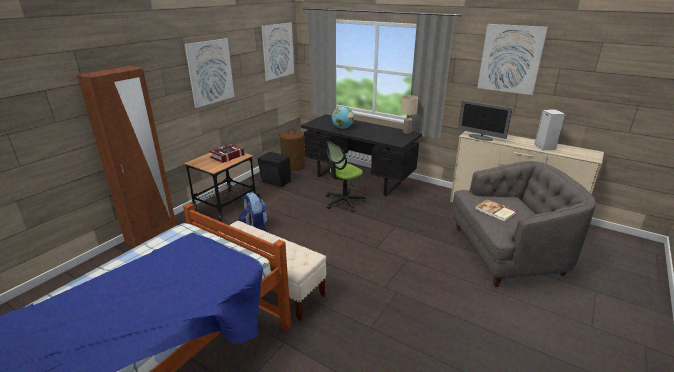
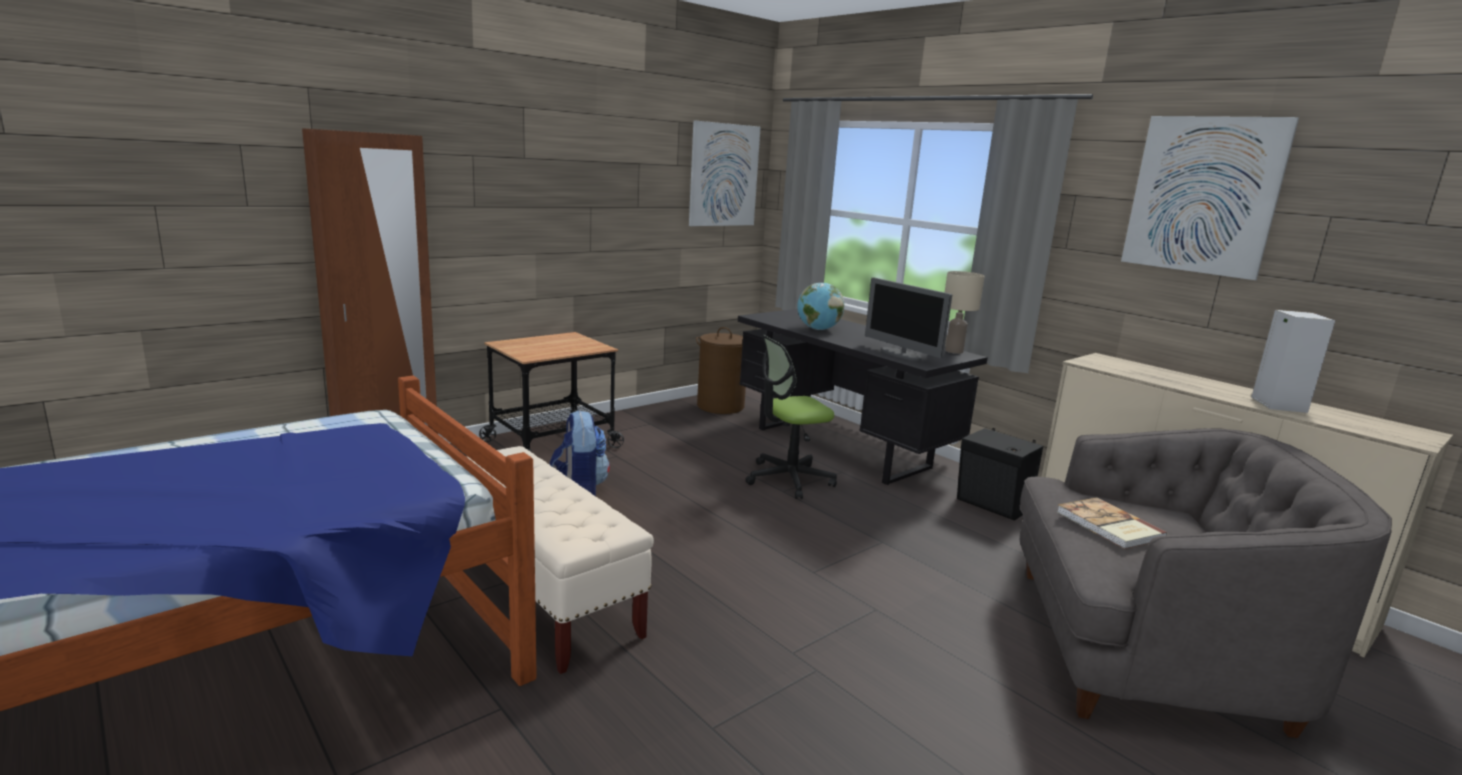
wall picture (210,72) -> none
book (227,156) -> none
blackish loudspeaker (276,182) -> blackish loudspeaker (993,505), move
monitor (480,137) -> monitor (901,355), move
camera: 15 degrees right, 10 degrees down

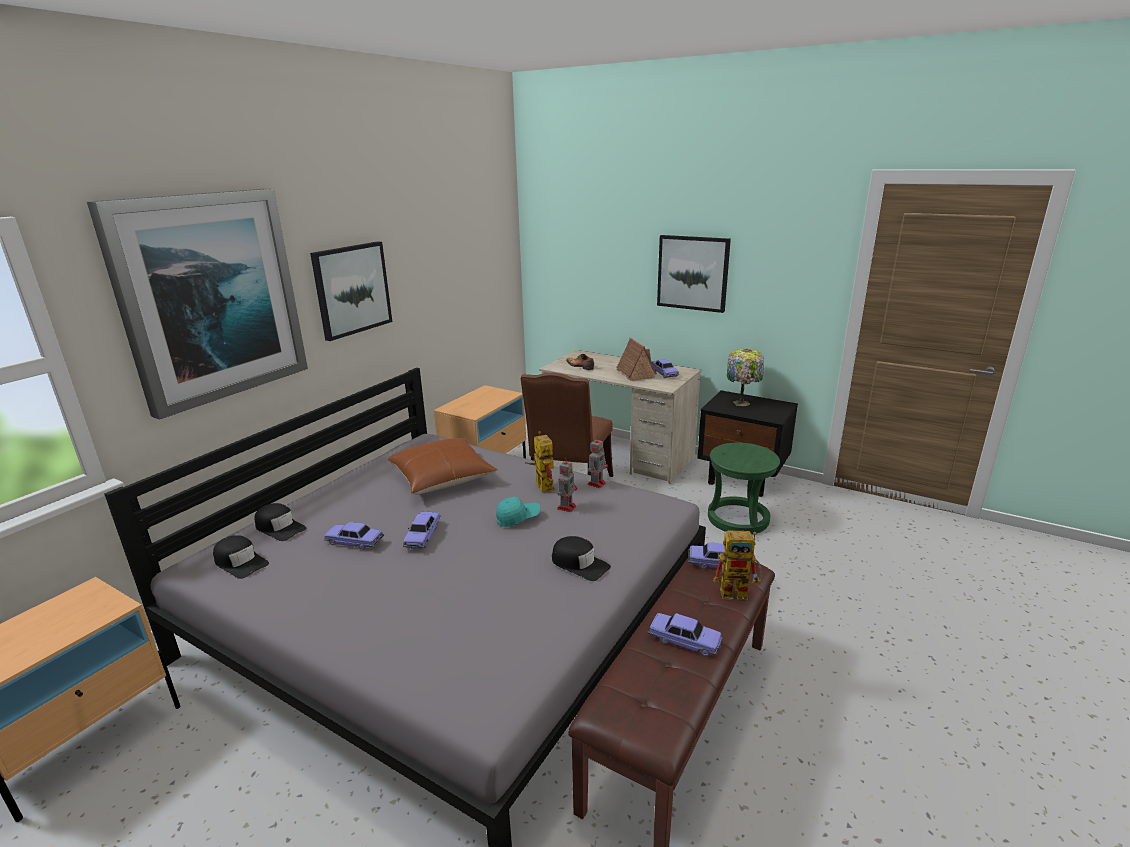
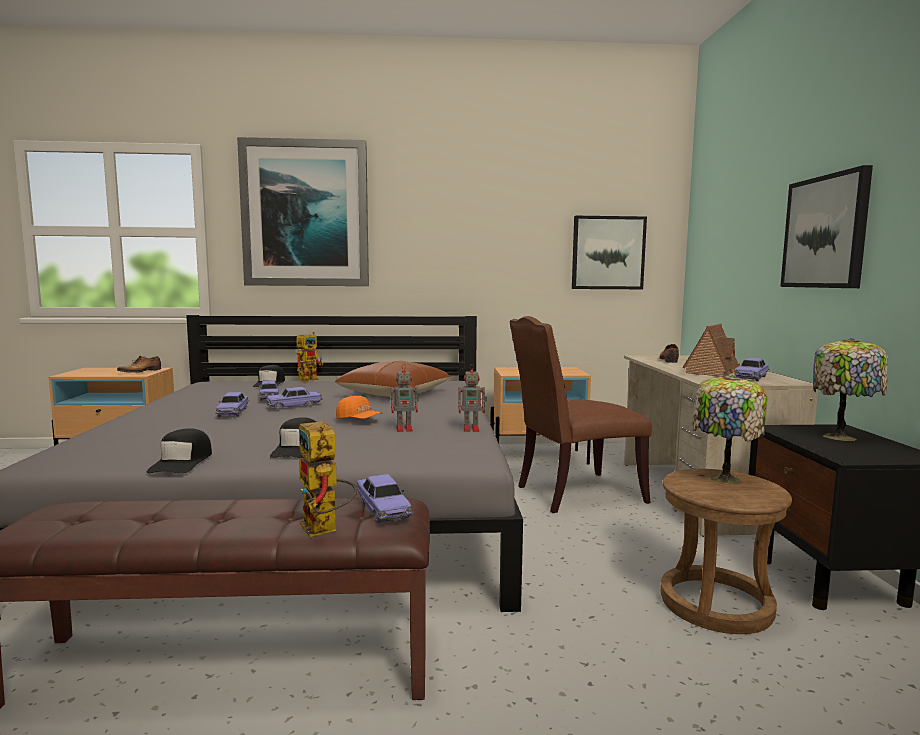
blackish cap (240,562) -> blackish cap (182,462), move
wall picture (352,289) -> wall picture (608,253), move
turquoise-coloured cap (518,518) -> orange cap (359,420)
robot figure (541,485) -> robot figure (310,379), move
toy car (684,641) -> toy car (233,412), move
green stool (738,518) -> brown-coloured stool (716,603)
none -> low shoe (141,371)
none -> lamp for a table (723,479)
camera: 55 degrees right, 15 degrees down

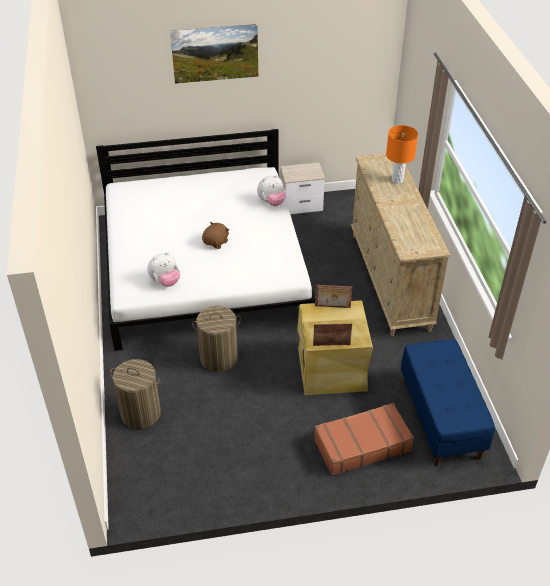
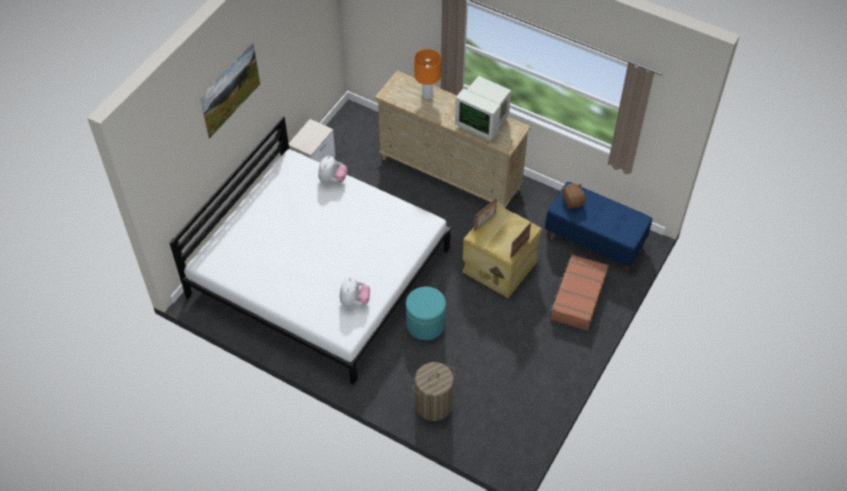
washing basket (219,358) -> turquoise-coloured pouffe (425,324)
brown-coloured soft toy (216,242) -> brown-coloured soft toy (573,201), move
none -> monitor (483,122)
camera: 50 degrees left, 10 degrees up

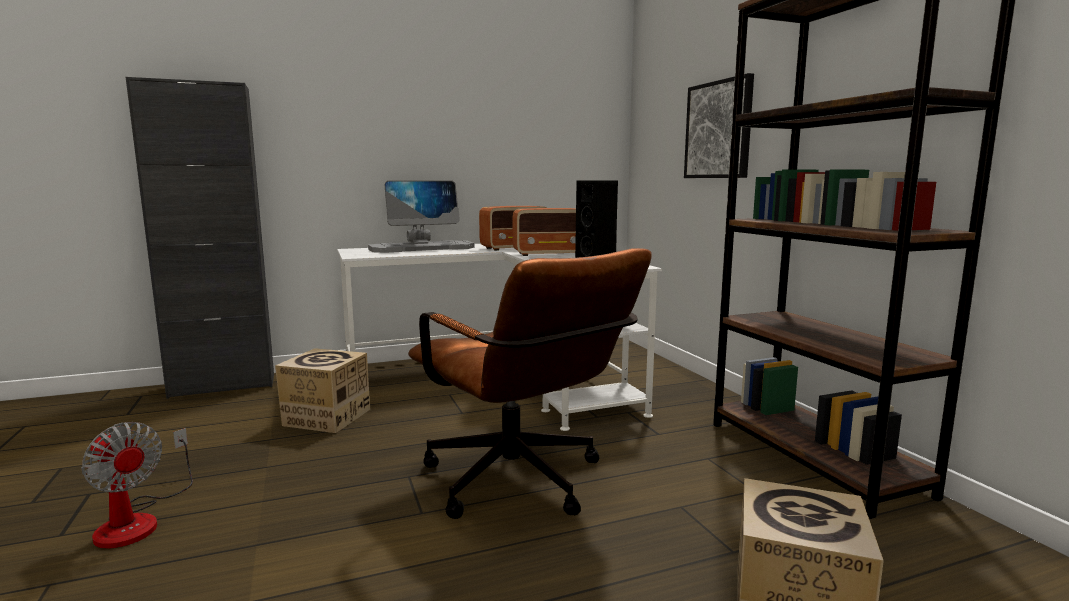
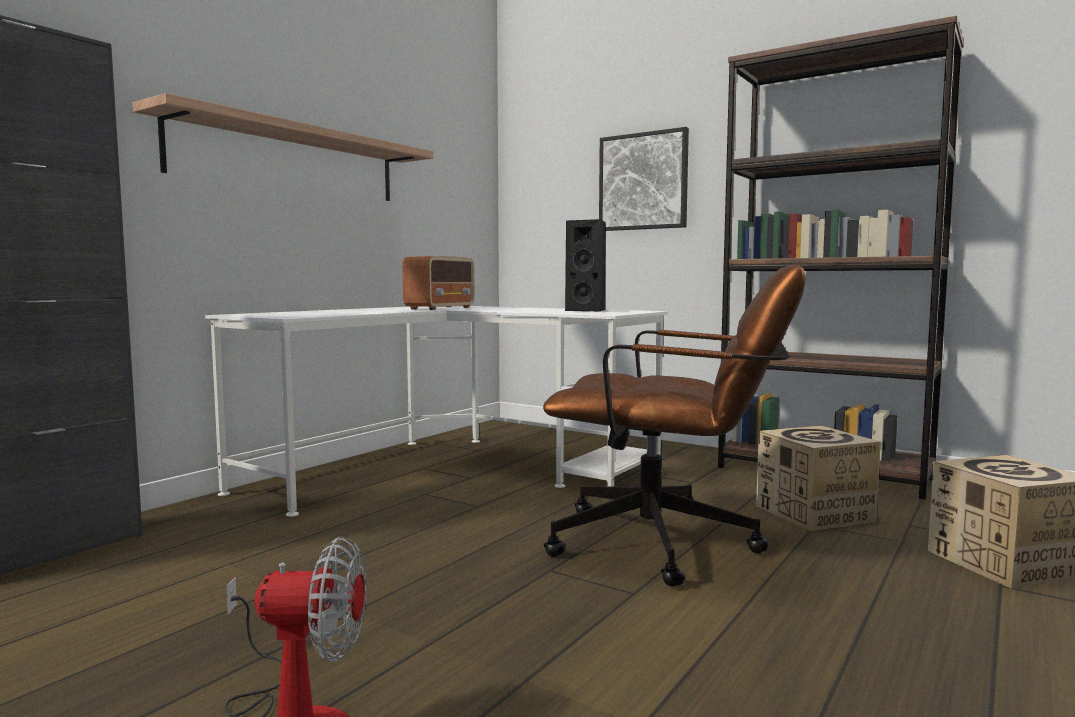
packing box (326,417) -> packing box (814,513), move
monitor (422,248) -> none
radio set (550,254) -> none
none -> shelf (291,161)
camera: 35 degrees left, 5 degrees down

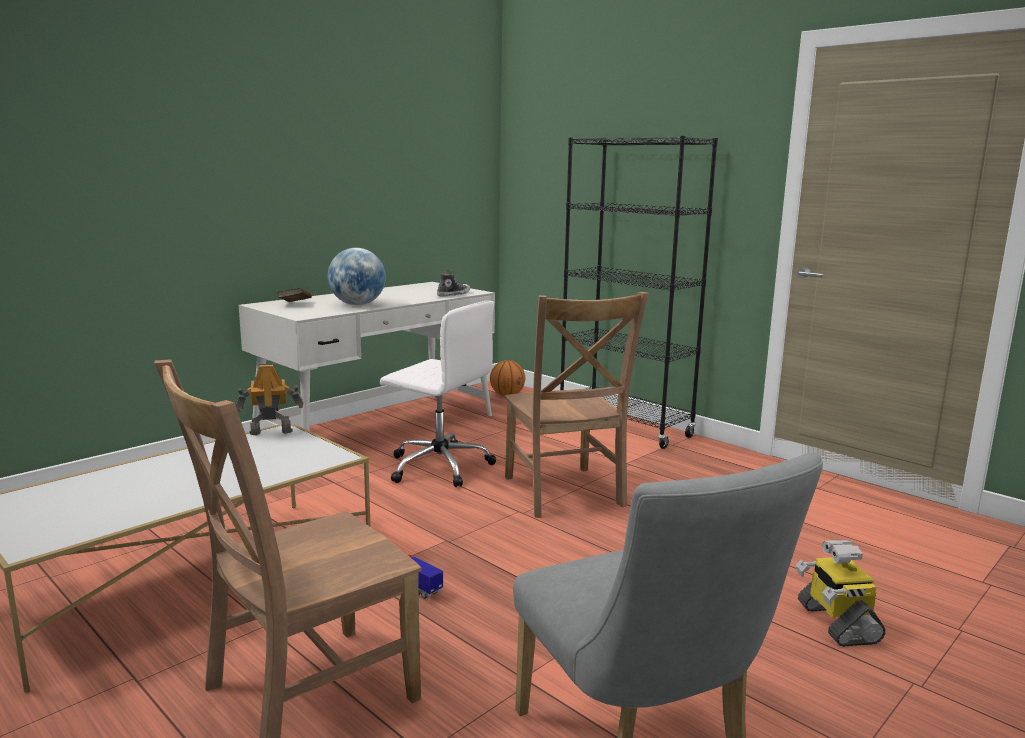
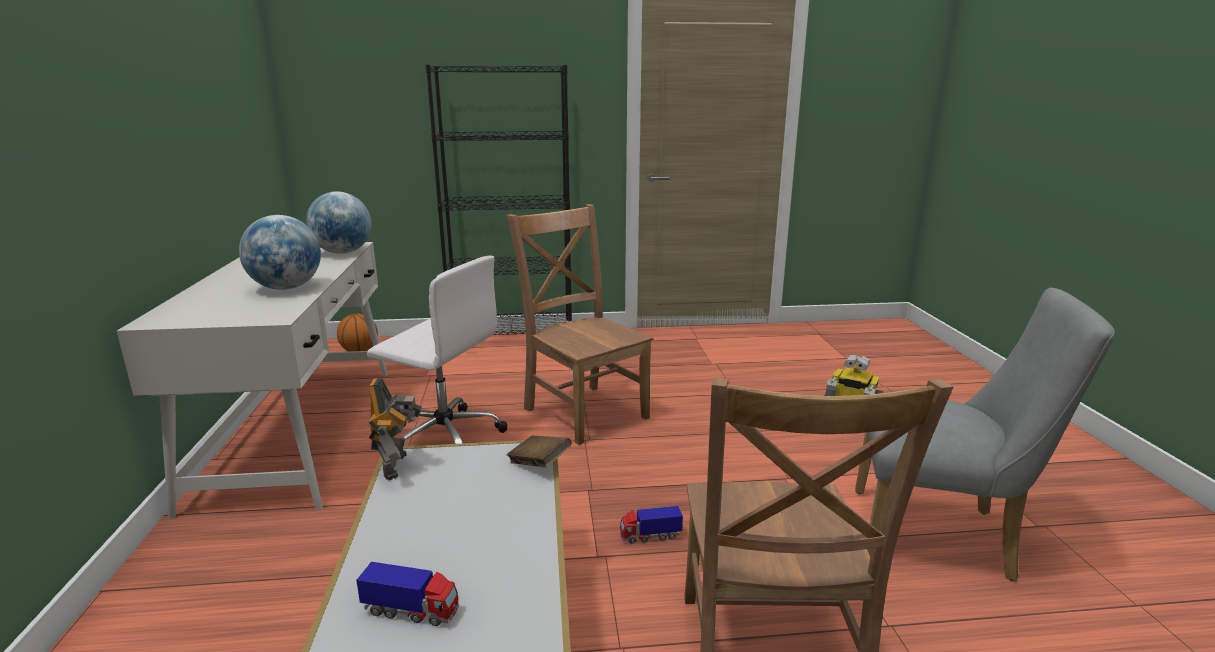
robot figure (271,432) -> robot figure (398,465), 150 degrees clockwise
brown-coloured book (295,304) -> brown-coloured book (539,464), move
whitish computer chair (438,466) -> whitish computer chair (443,438), 45 degrees clockwise
low shoe (453,294) -> world globe (343,252)
brown-coloured plain chair (564,493) -> brown-coloured plain chair (583,411), 150 degrees counterclockwise
none -> toy truck (412,611)
camera: 50 degrees left, 5 degrees up

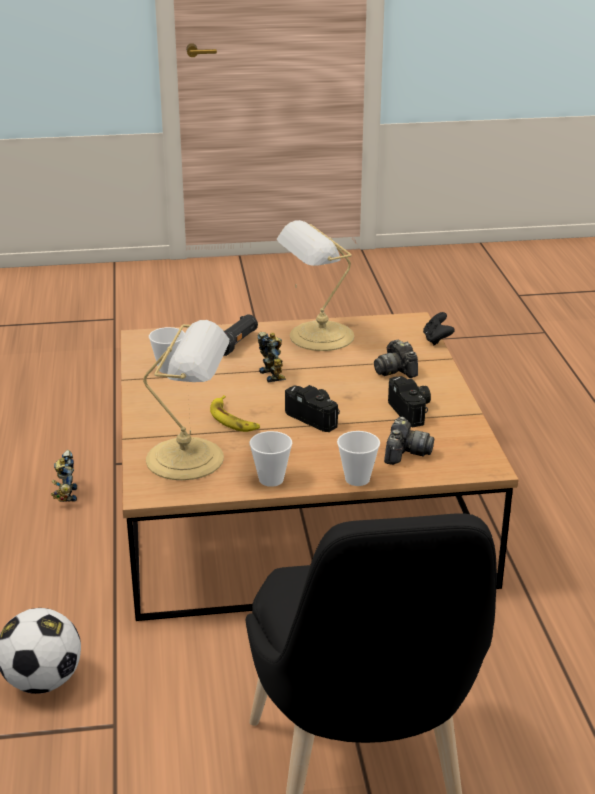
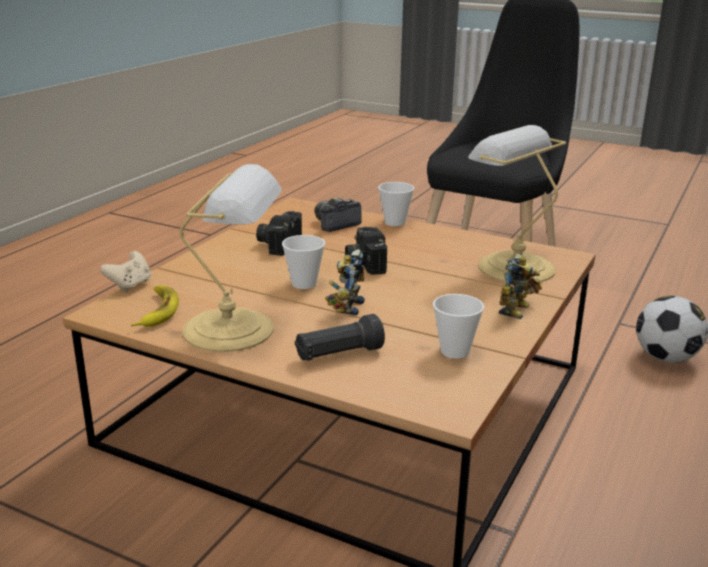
robot figure (65,495) -> robot figure (518,310), move
banana fruit (233,419) -> banana fruit (157,311), move
cup (271,479) -> cup (304,283), move
photo camera (396,370) -> none
blackish gamepad (437,340) -> sand-coloured gamepad (130,285)
camera: 145 degrees left, 5 degrees down

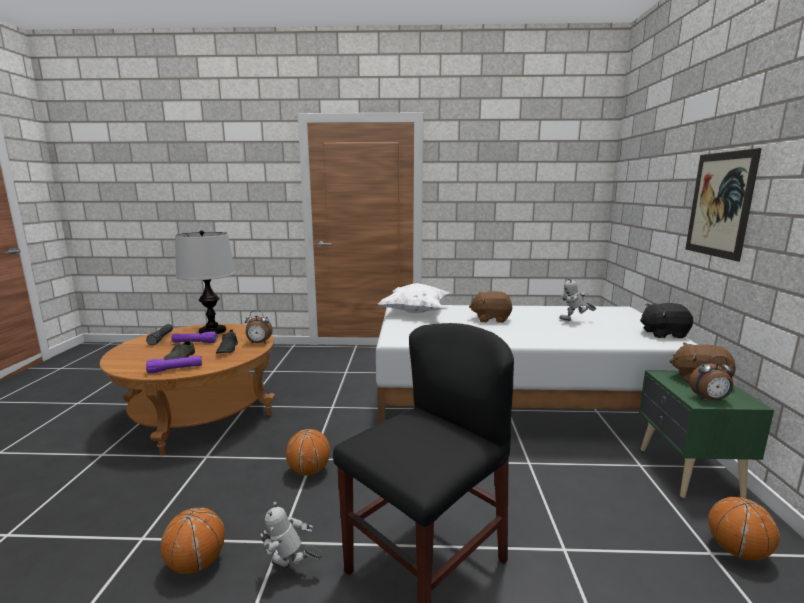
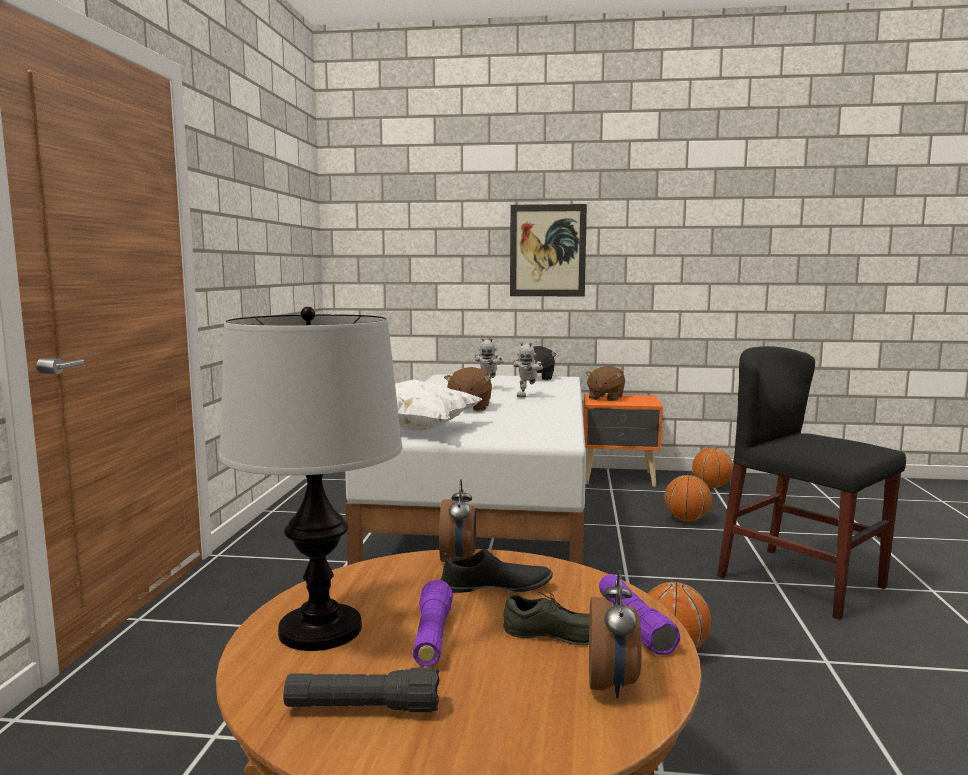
basketball (197,564) -> basketball (686,520), move
robot figure (291,571) -> robot figure (527,396), move
green night table (687,473) -> orange night table (620,479)
table clock (709,399) -> table clock (613,684), move
camera: 85 degrees left, 5 degrees down

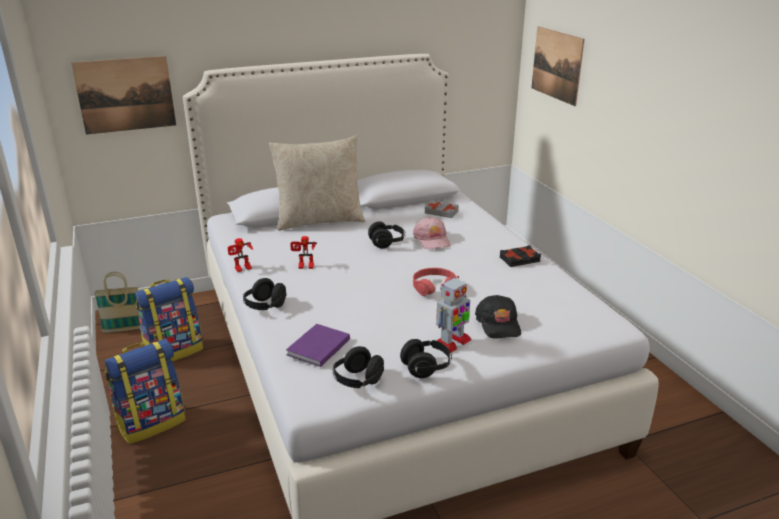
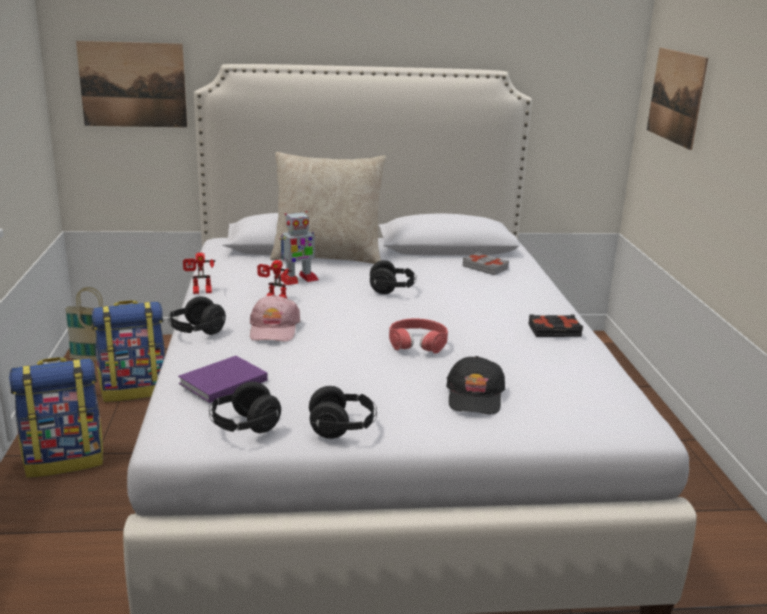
pink cap (432,240) -> pink cap (274,329), move
robot figure (451,343) -> robot figure (298,279), move
camera: 15 degrees right, 5 degrees down

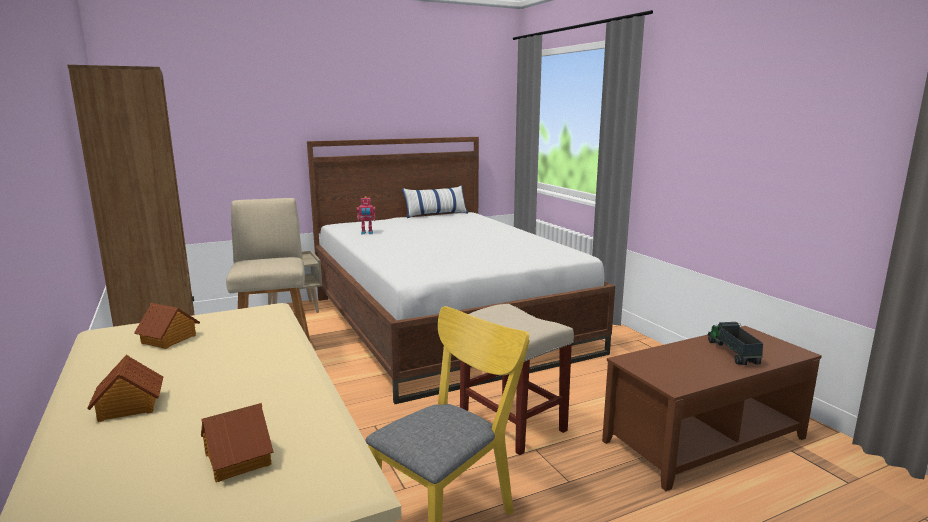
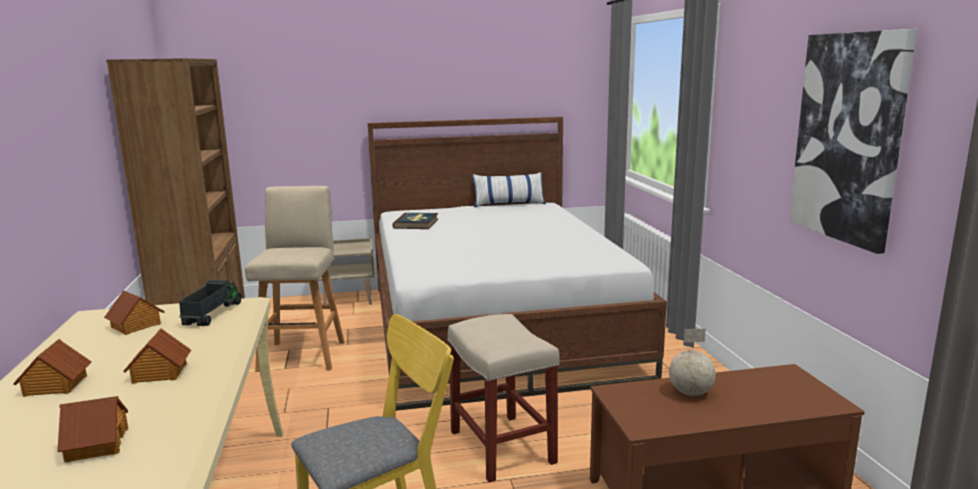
robot figure (367,233) -> book (416,223)
toy truck (732,352) -> toy truck (213,314), move
none -> model house (159,373)
none -> world globe (691,393)
none -> wall picture (848,138)
camera: 15 degrees right, 0 degrees up

